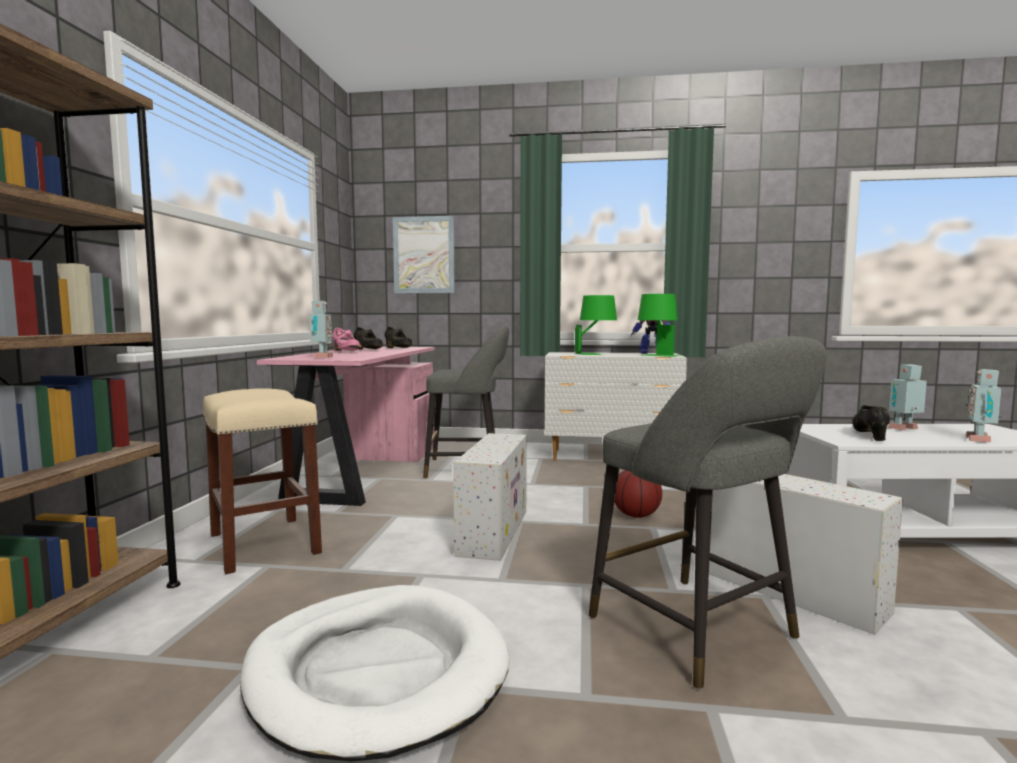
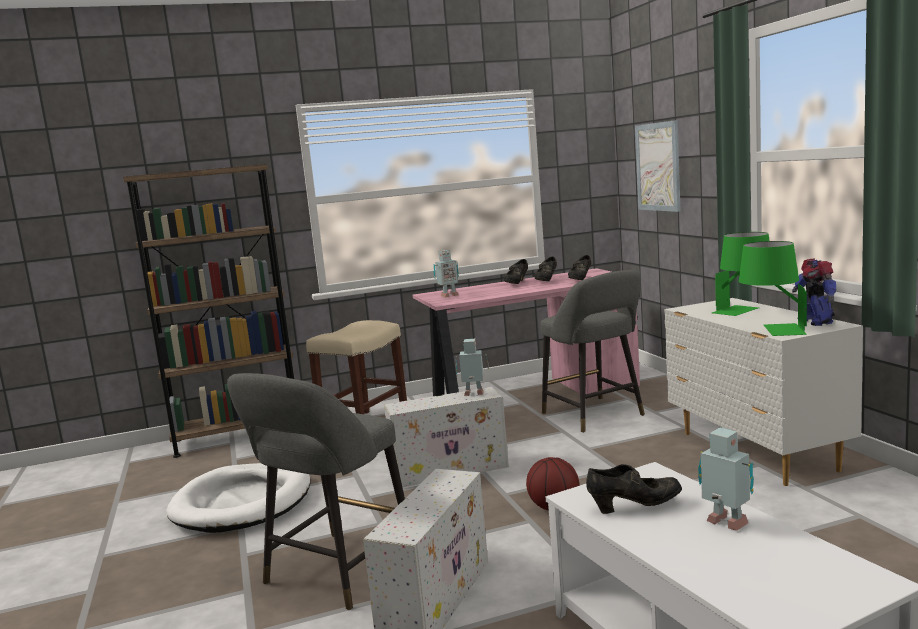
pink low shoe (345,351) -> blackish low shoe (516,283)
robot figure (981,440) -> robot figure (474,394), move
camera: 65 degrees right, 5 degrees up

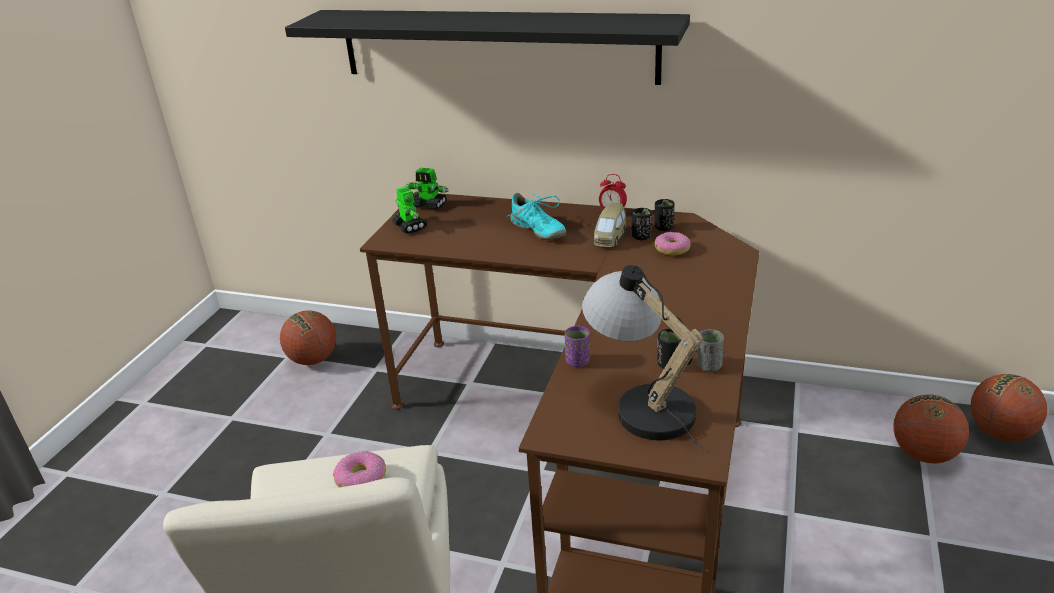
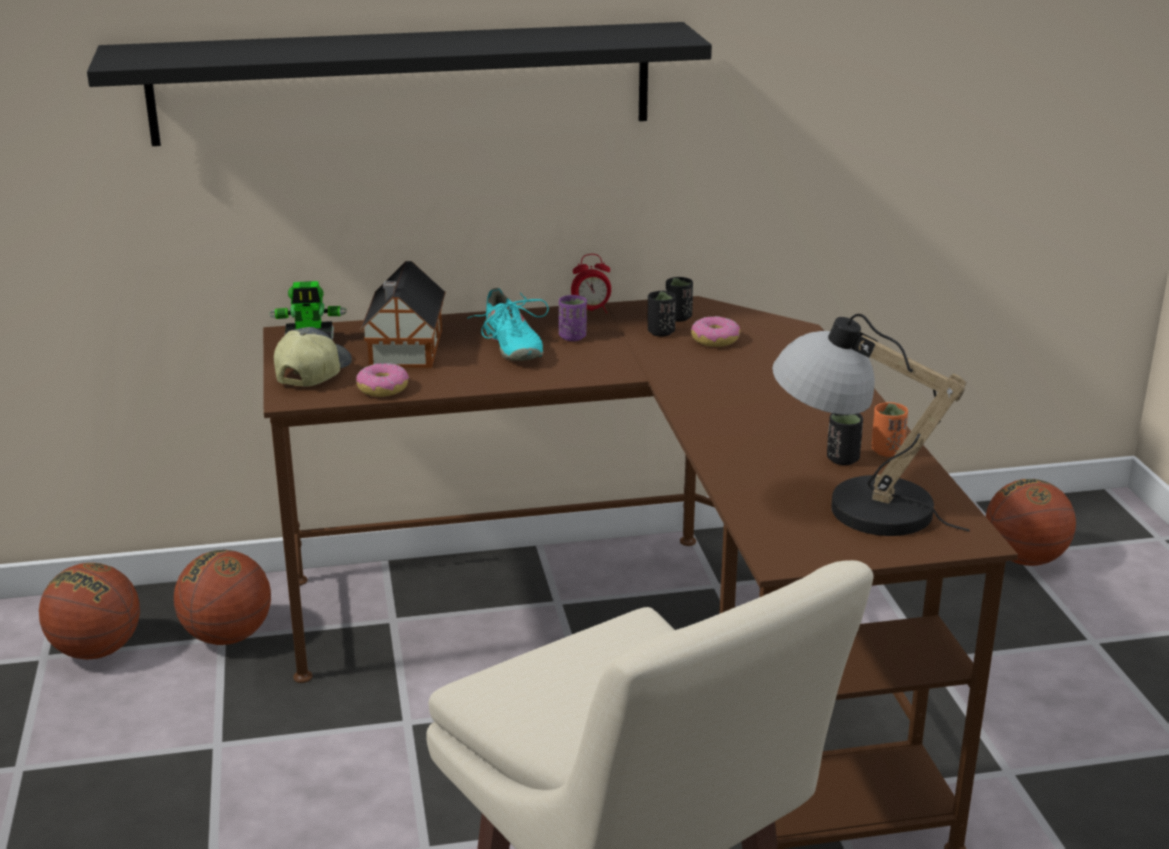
ring doughnut (361,479) -> ring doughnut (382,389), move
robot figure (409,226) -> cap (312,372)
turquoise-coloured low shoe (537,230) -> turquoise-coloured low shoe (511,346), 45 degrees clockwise
purple cup (577,361) -> purple cup (572,337), move
toy car (609,238) -> none
gray cup (708,366) -> orange cup (887,451)
basketball (1000,432) -> basketball (227,636), move
none -> model house (404,350)
camera: 30 degrees left, 5 degrees down

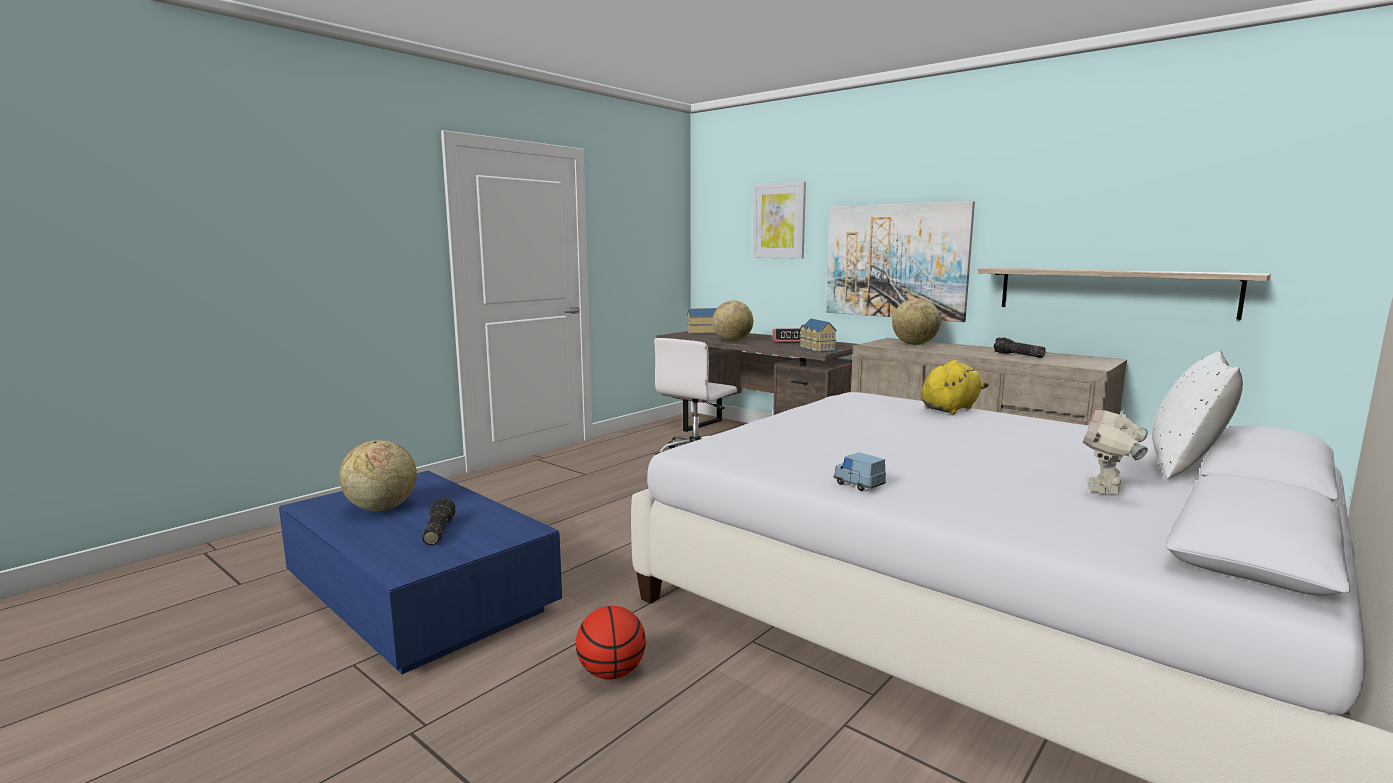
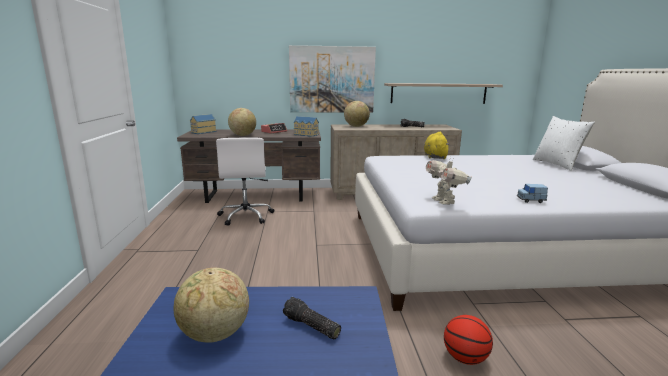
wall picture (779,221) -> none
robot figure (1107,489) -> robot figure (444,201), move
camera: 45 degrees left, 5 degrees up

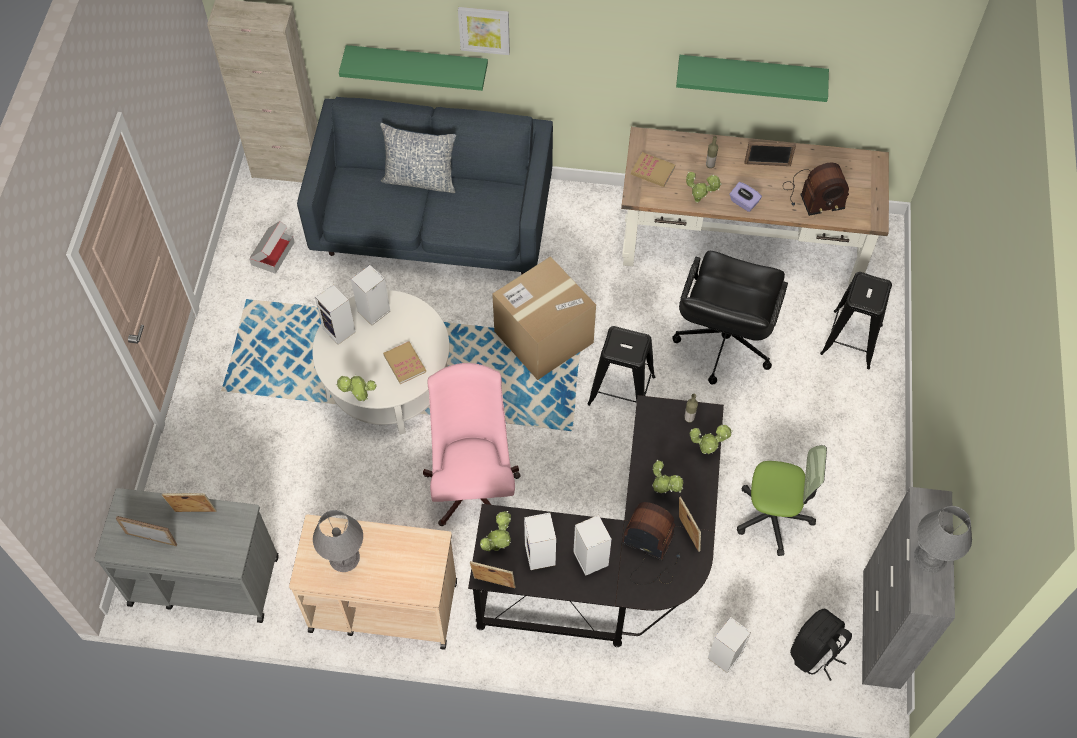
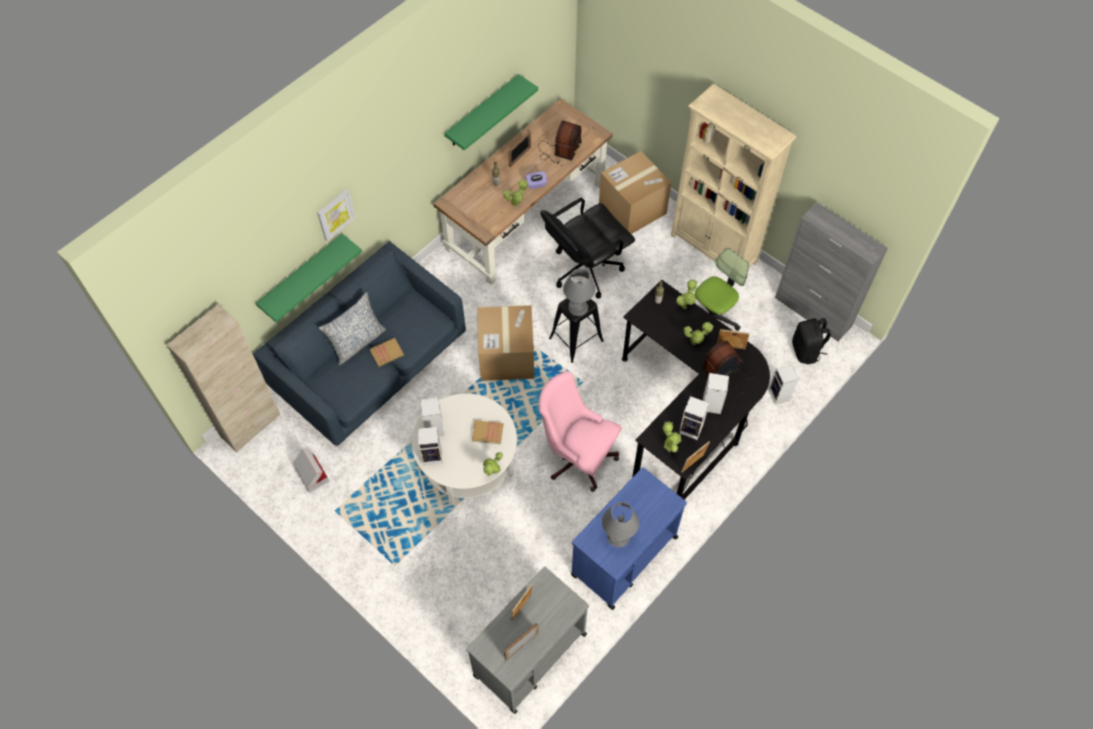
sand-coloured trolley (382,605) -> blue-coloured trolley (623,556)
book (652,171) -> book (386,353), move
blackish computer chair (723,343) -> blackish computer chair (585,269), 90 degrees clockwise
blackish stool (851,340) -> packing box (632,208)
gray lamp for a table (930,557) -> gray lamp for a table (578,307), move
none -> sand-coloured bookcase (714,249)
camera: 55 degrees left, 0 degrees up

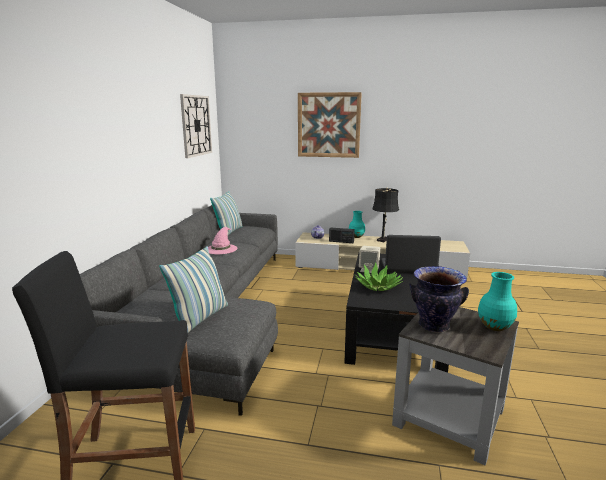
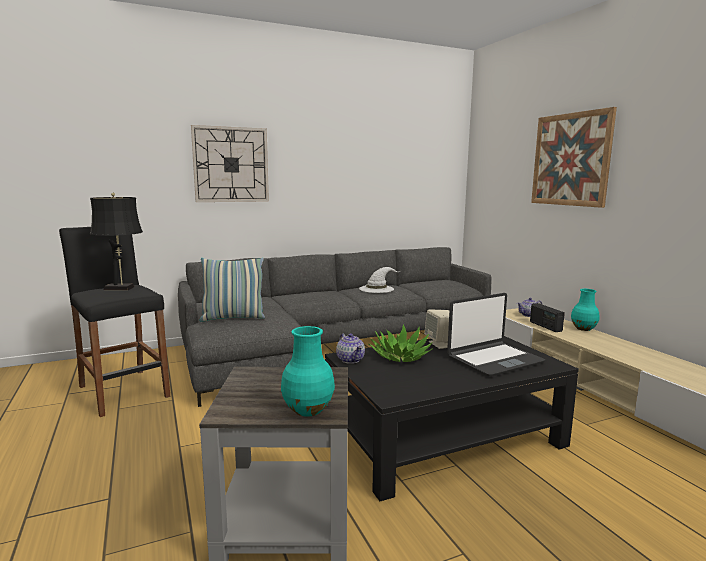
wall clock (196,125) -> wall clock (231,165), move
pink clothing hat (221,249) -> whitish clothing hat (377,288)
cushion (229,232) -> none
blackish lamp for a table (383,239) -> blackish lamp for a table (121,288), move
notebook computer (408,267) -> notebook computer (494,360), 90 degrees clockwise
flower vase (434,326) -> none
none -> teapot (350,359)
camera: 55 degrees right, 5 degrees down

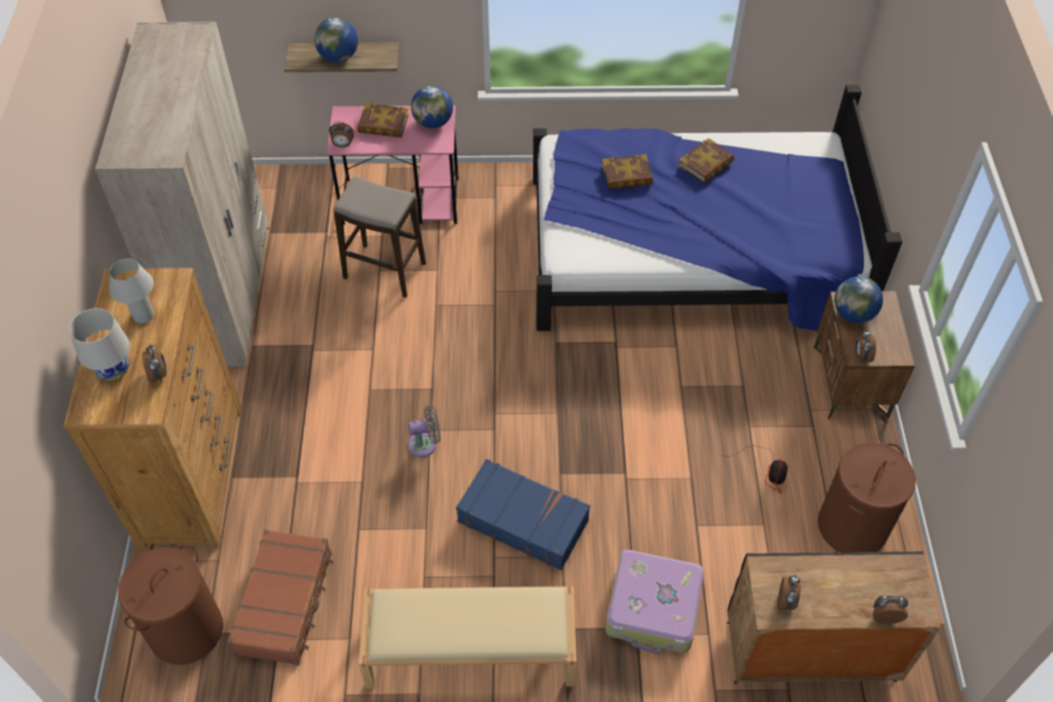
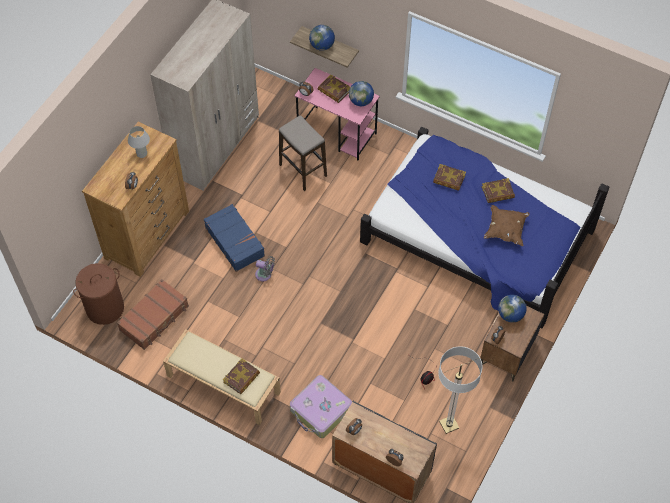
whitish lamp for a table (114,370) -> none
blue-coloured piece of luggage (523,520) -> blue-coloured piece of luggage (235,241), move
brown-coloured washing basket (852,526) -> floor lamp (449,424)
none -> book (241,378)
none -> brown-coloured cushion (505,230)
camera: 30 degrees right, 5 degrees up

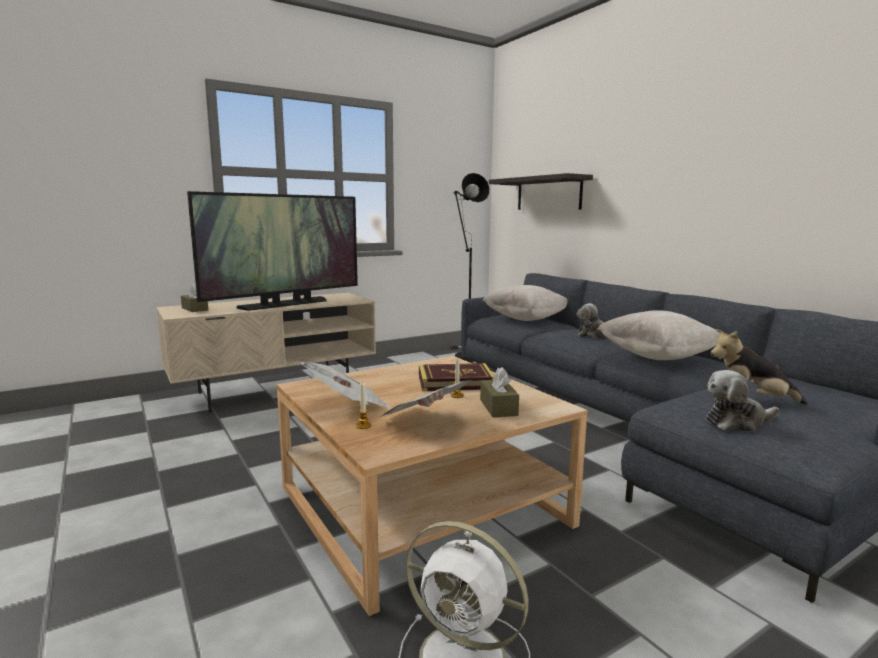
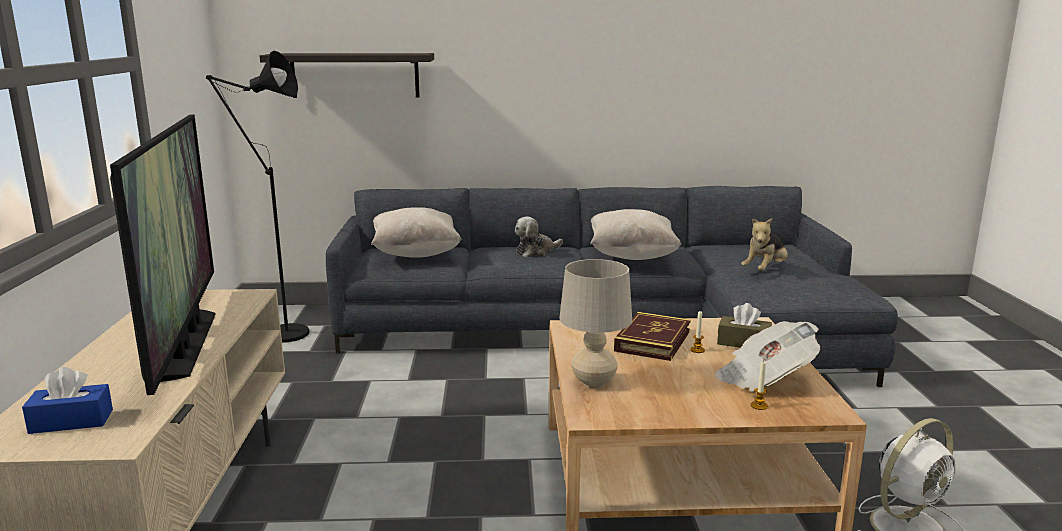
brown-coloured box of tissues (195,309) -> blue-coloured box of tissues (71,421)
newspaper (347,406) -> none
soft toy (737,422) -> none
none -> sand-coloured lamp for a table (594,382)
camera: 60 degrees left, 5 degrees up

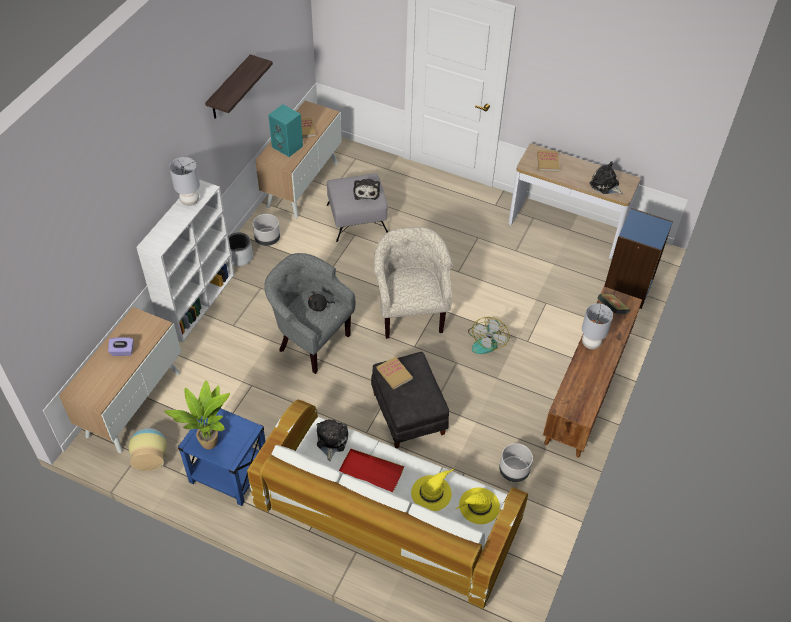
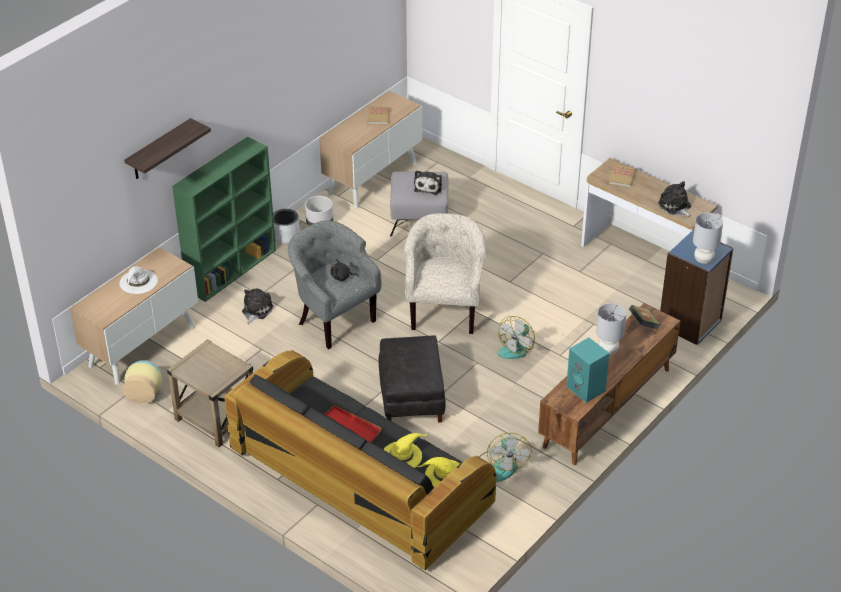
purple box of tissues (122,351) -> whitish clothing hat (138,282)
whitish bookcase (198,302) -> green bookcase (232,269)
potted plant (210,441) -> none
gray lamp for a table (189,201) -> gray lamp for a table (703,259), move
blue-coloured accent table (229,472) -> sand-coloured accent table (215,418)
shelf (229,89) -> shelf (159,150), move
whitish sofa (387,515) -> blackish sofa (358,480)
turquoise-coloured loudspeaker (288,146) -> turquoise-coloured loudspeaker (587,389), move
soft toy (331,441) -> soft toy (256,310), move
book (394,374) -> none
gray plant pot (514,470) -> cooling fan (502,465)
camera: 15 degrees right, 10 degrees down

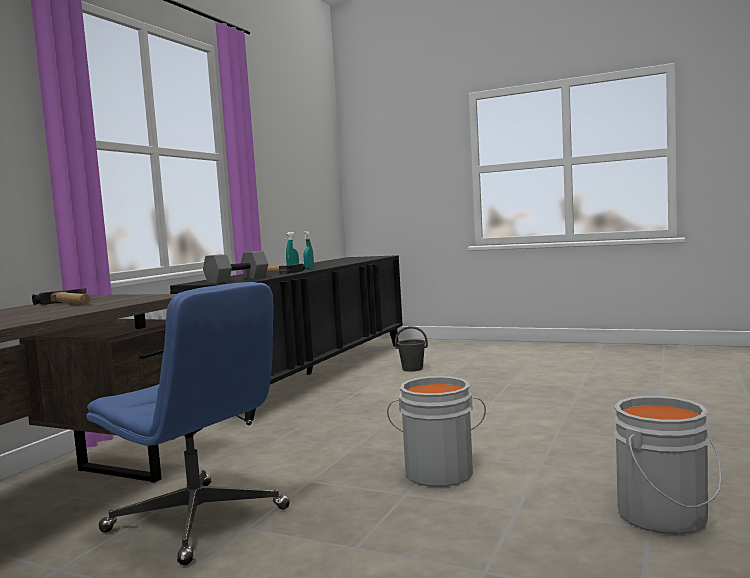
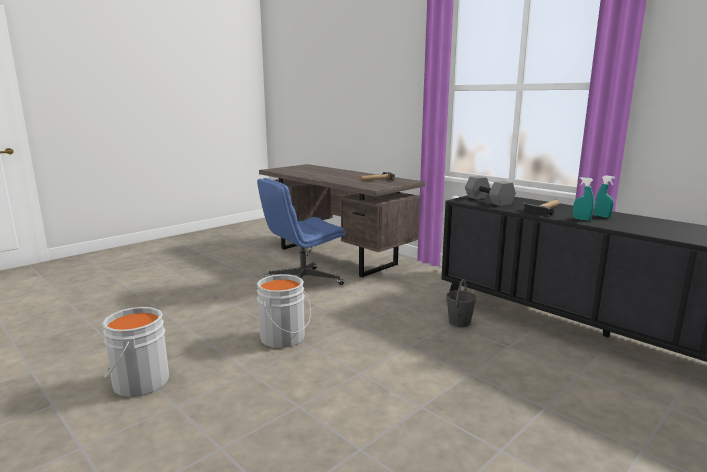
gray pail (412,369) -> gray pail (459,322), move
camera: 110 degrees right, 10 degrees up

